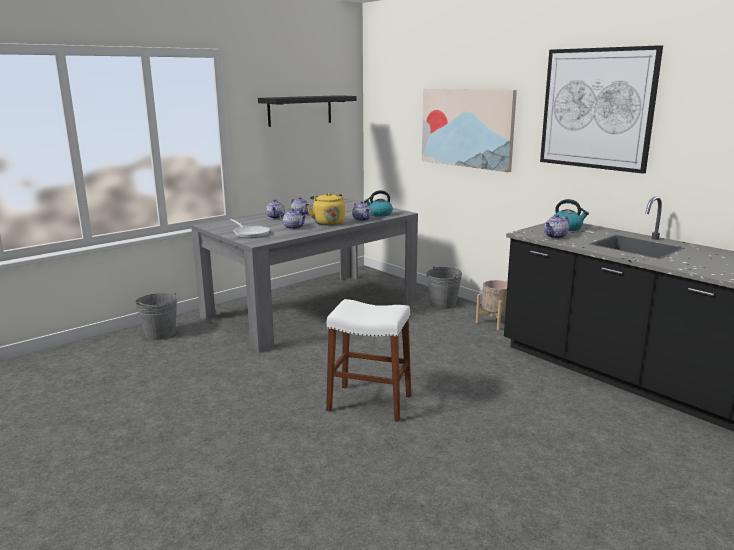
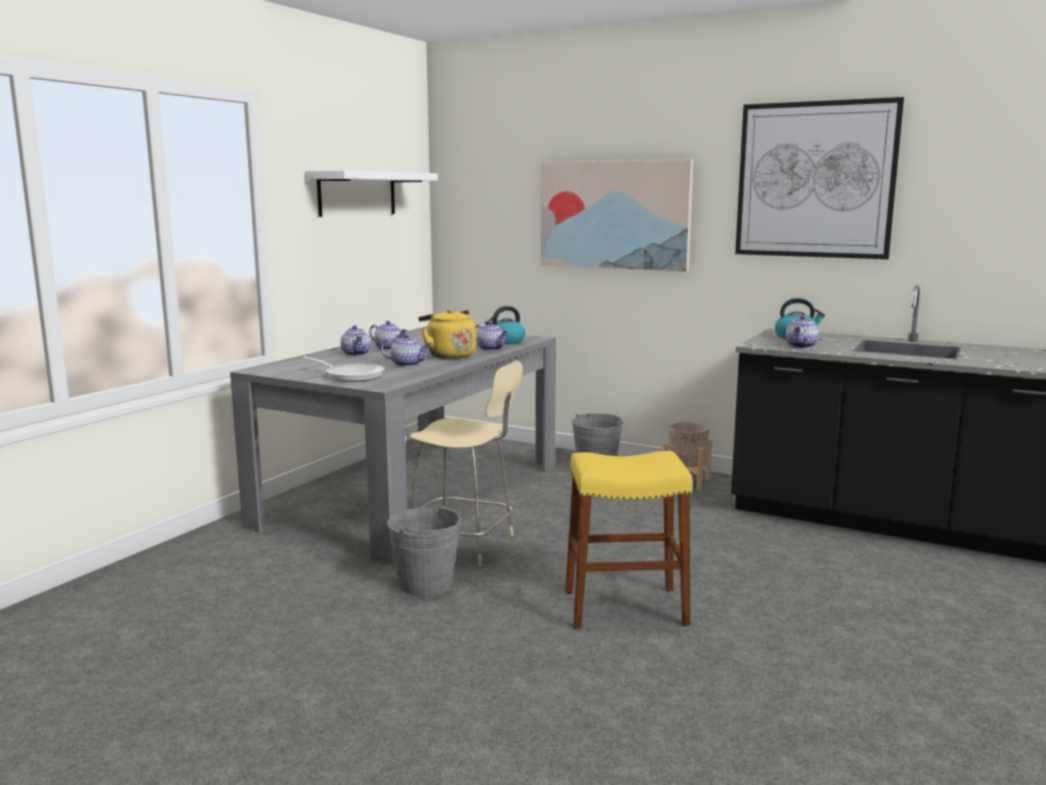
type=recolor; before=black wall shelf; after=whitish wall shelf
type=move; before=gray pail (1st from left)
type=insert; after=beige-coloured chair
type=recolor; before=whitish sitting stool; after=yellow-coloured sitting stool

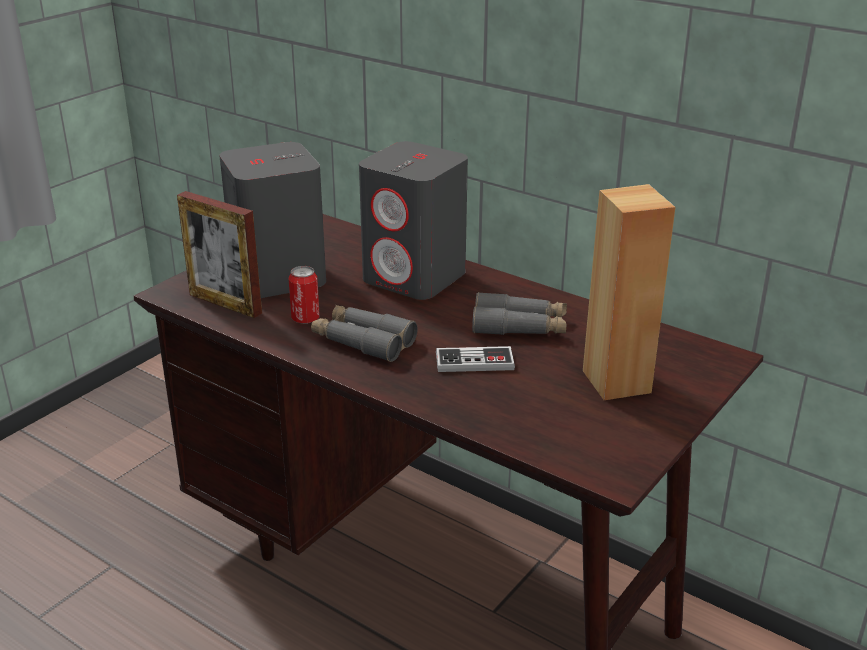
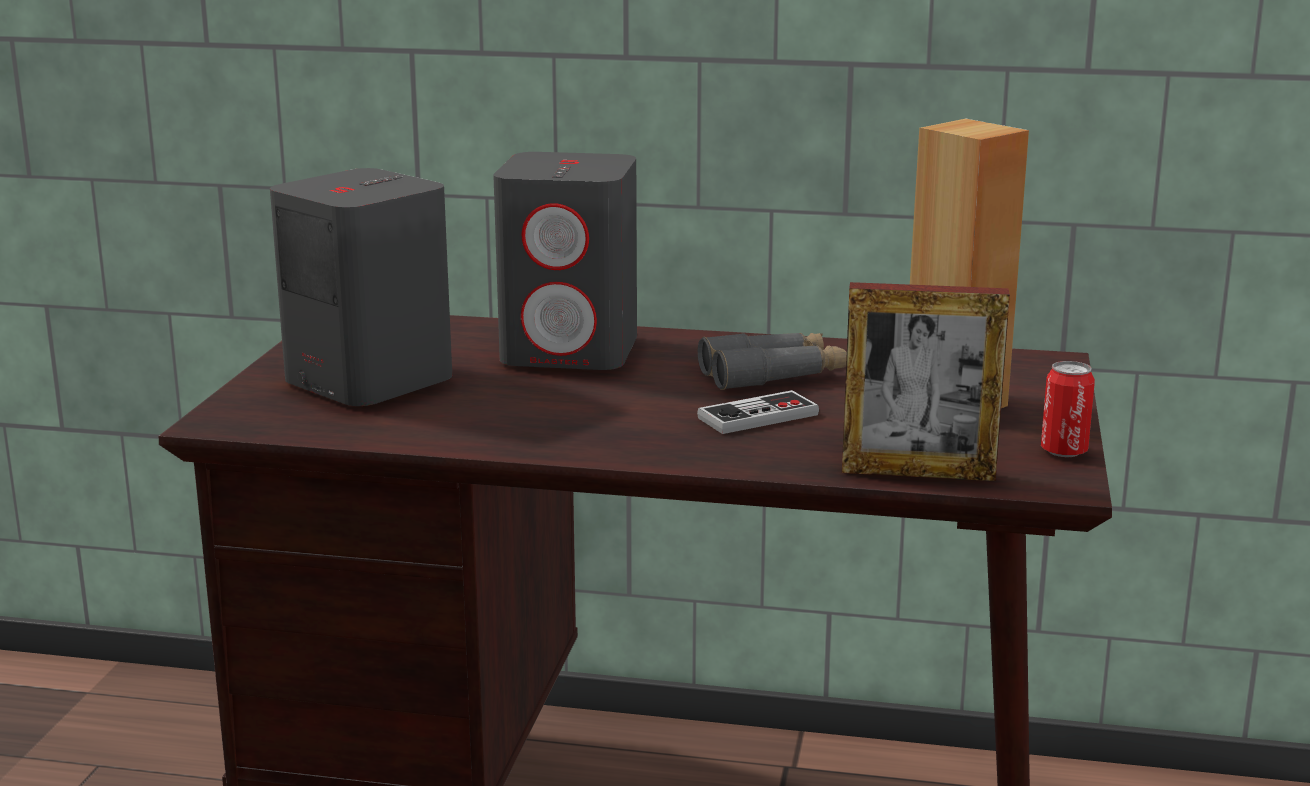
type=move; before=photo frame
type=move; before=sealed can
type=delete; before=gray field glasses (1st from left)

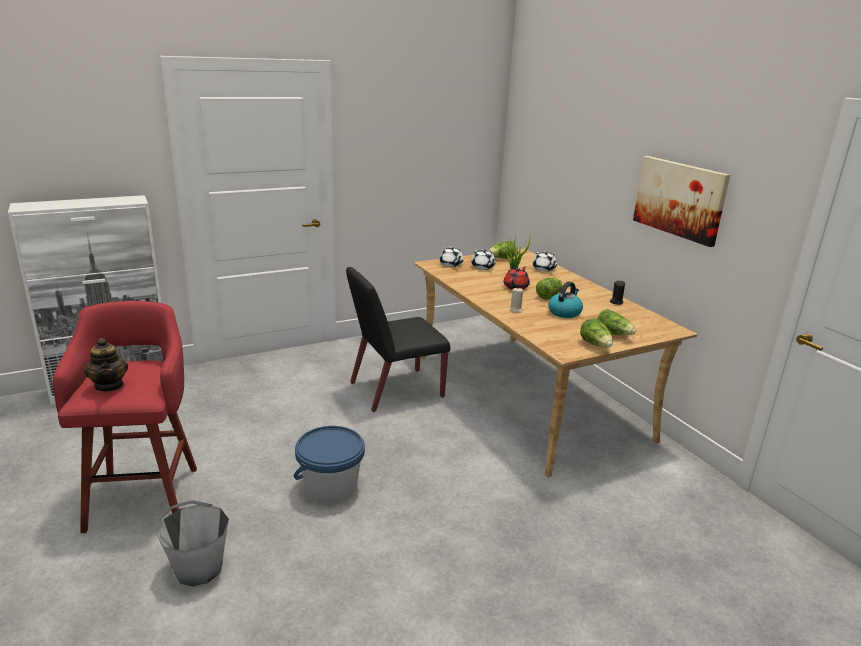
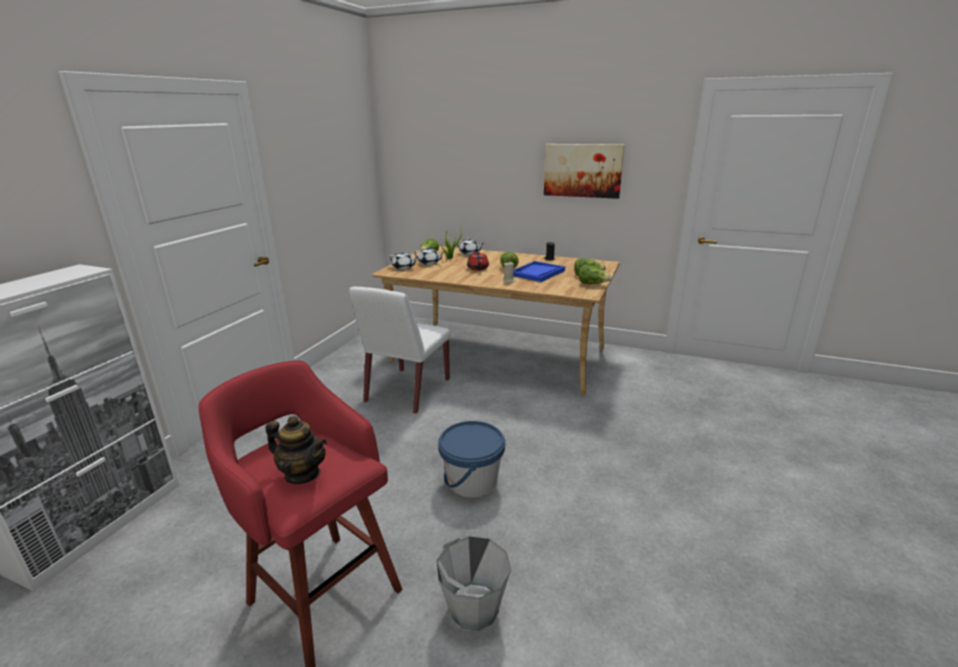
type=recolor; before=black chair; after=whitish chair
type=replace; before=kettle; after=blue-coloured serving tray

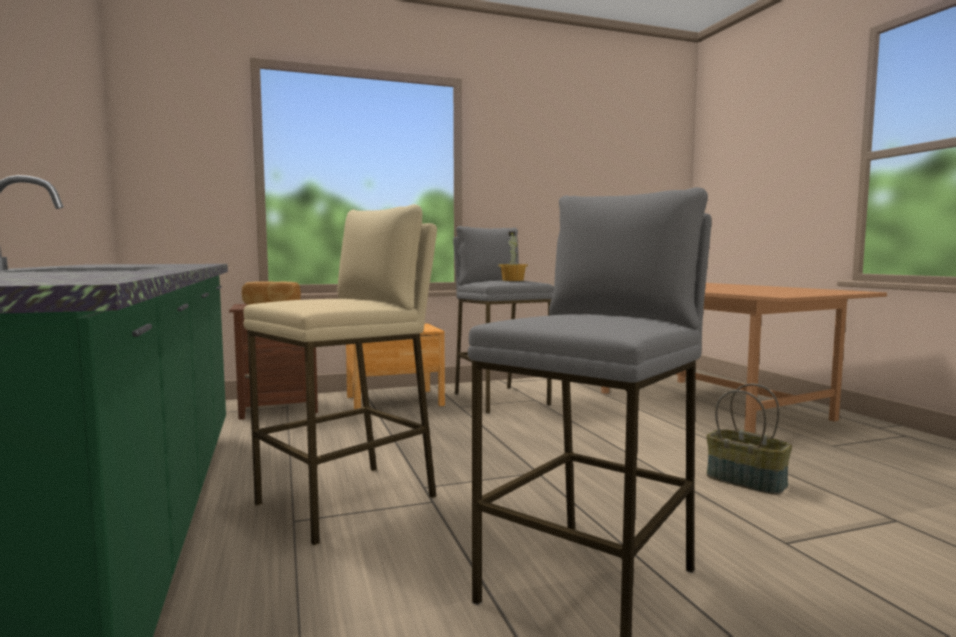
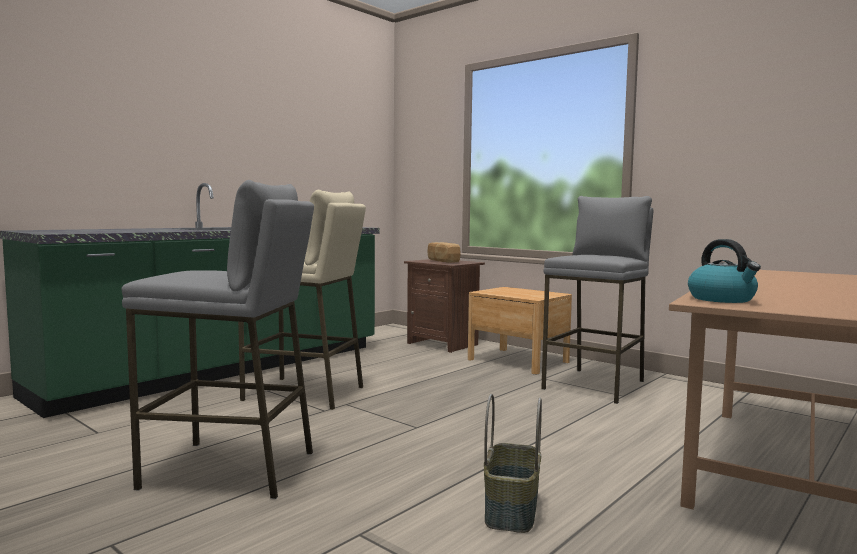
type=insert; after=kettle
type=delete; before=plant in a pot

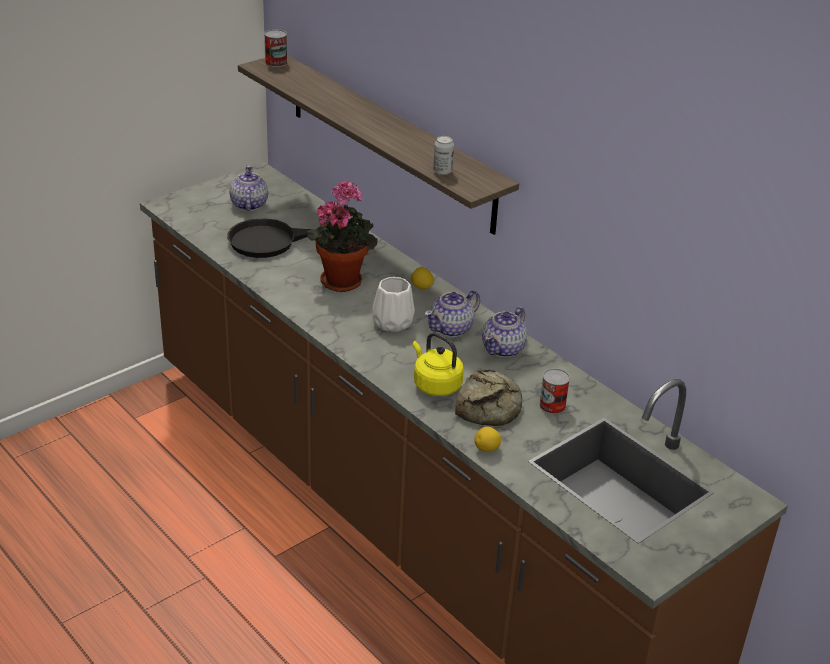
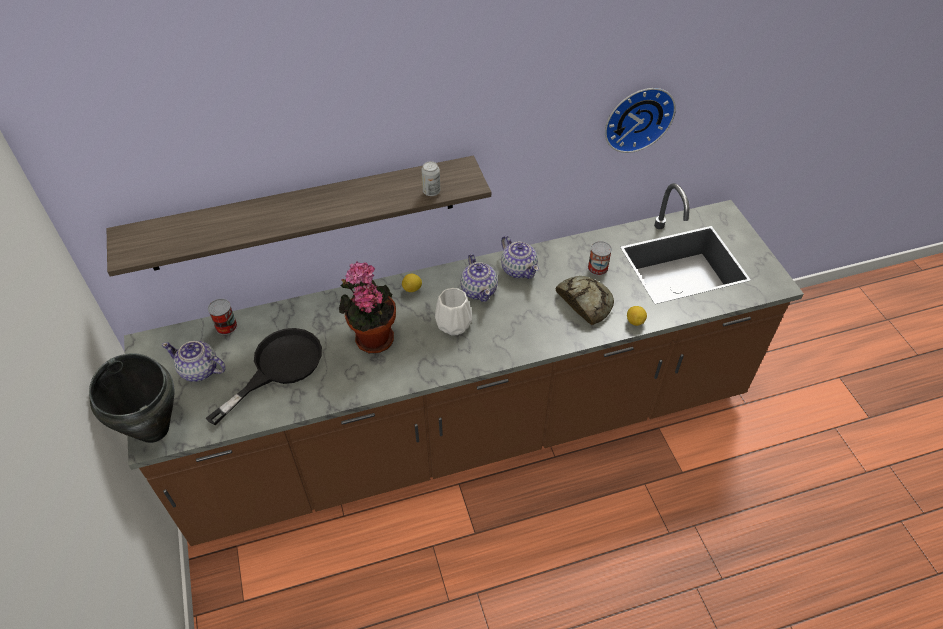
type=insert; after=black saucepot
type=rotate; before=black pan; turn=-150
type=move; before=sealed can (1st from left)
type=insert; after=wall clock
type=delete; before=yellow-coloured kettle

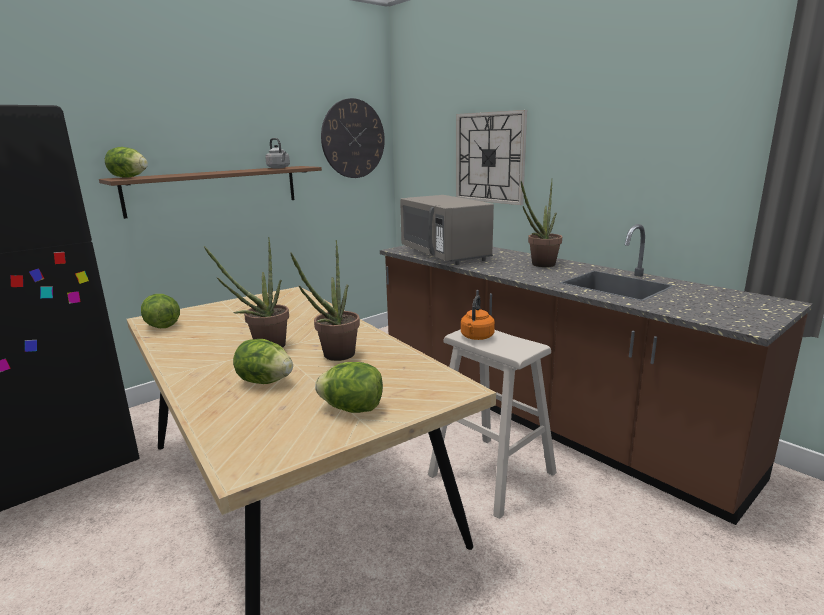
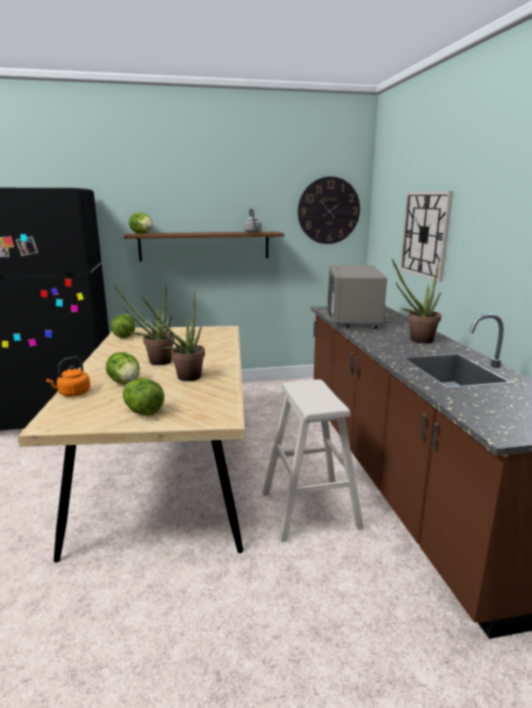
type=move; before=orange-coloured kettle

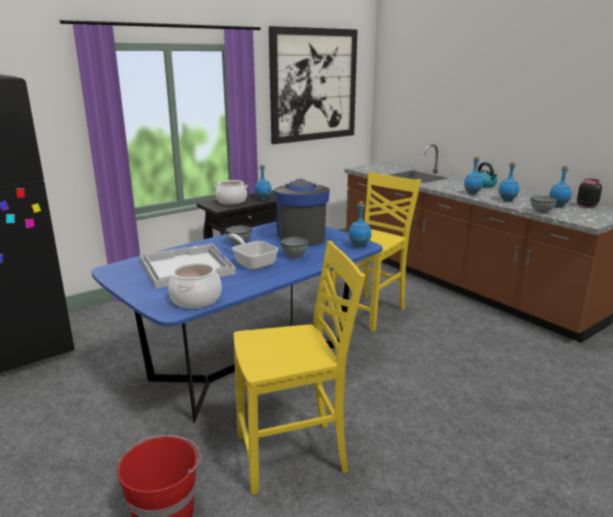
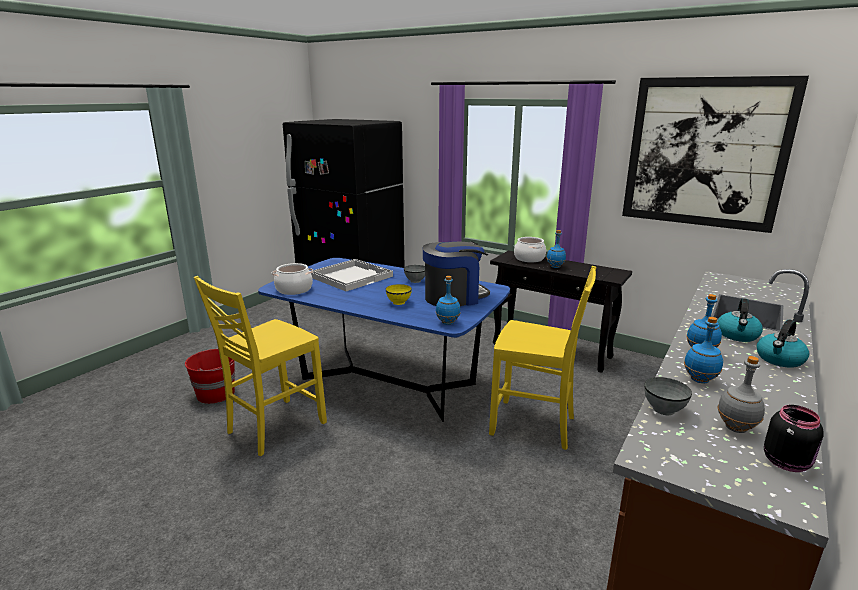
type=rotate; before=yellow-coloured chair (1st from left); turn=75
type=recolor; before=gray deep dish (2nd from left); after=yellow-coloured deep dish
type=insert; after=kettle (1st from left)
type=recolor; before=blue-coloured beverage bottle (5th from left); after=gray beverage bottle
type=delete; before=pan

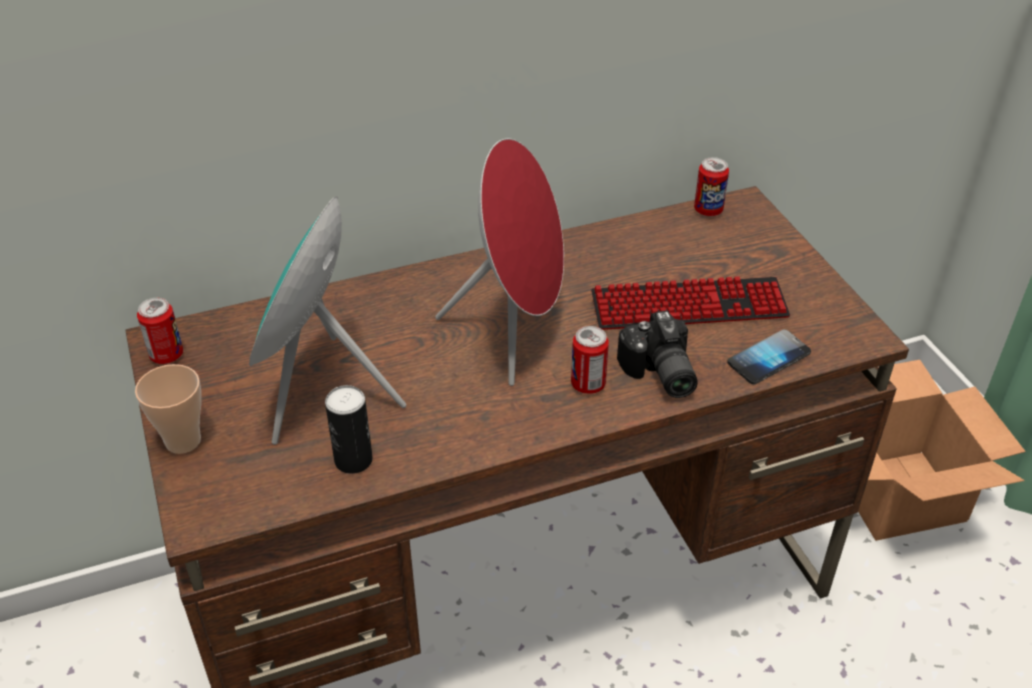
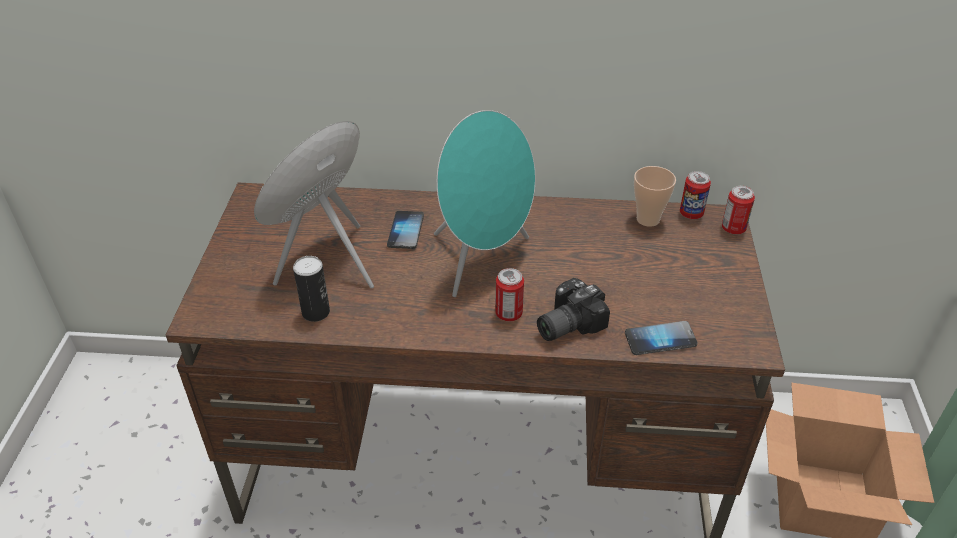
type=insert; after=telephone (1st from left)
type=recolor; before=red loudspeaker; after=blue-green loudspeaker (2nd from left)
type=rotate; before=photo camera; turn=45
type=move; before=cup
type=move; before=sealed can (1st from left in the first image); after=sealed can (4th from left)
type=delete; before=keyboard

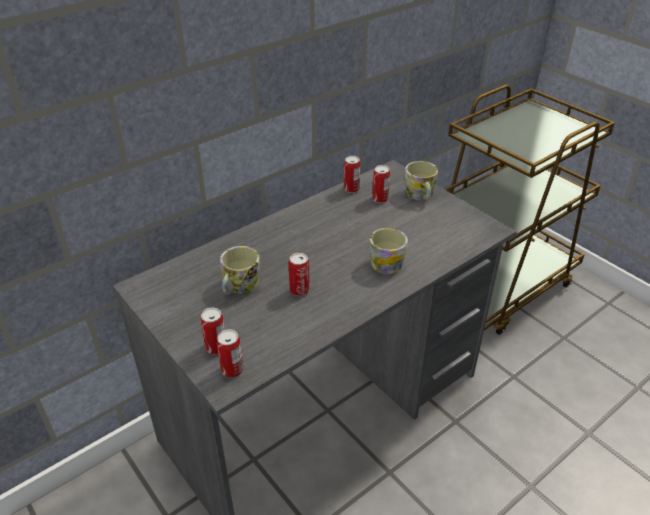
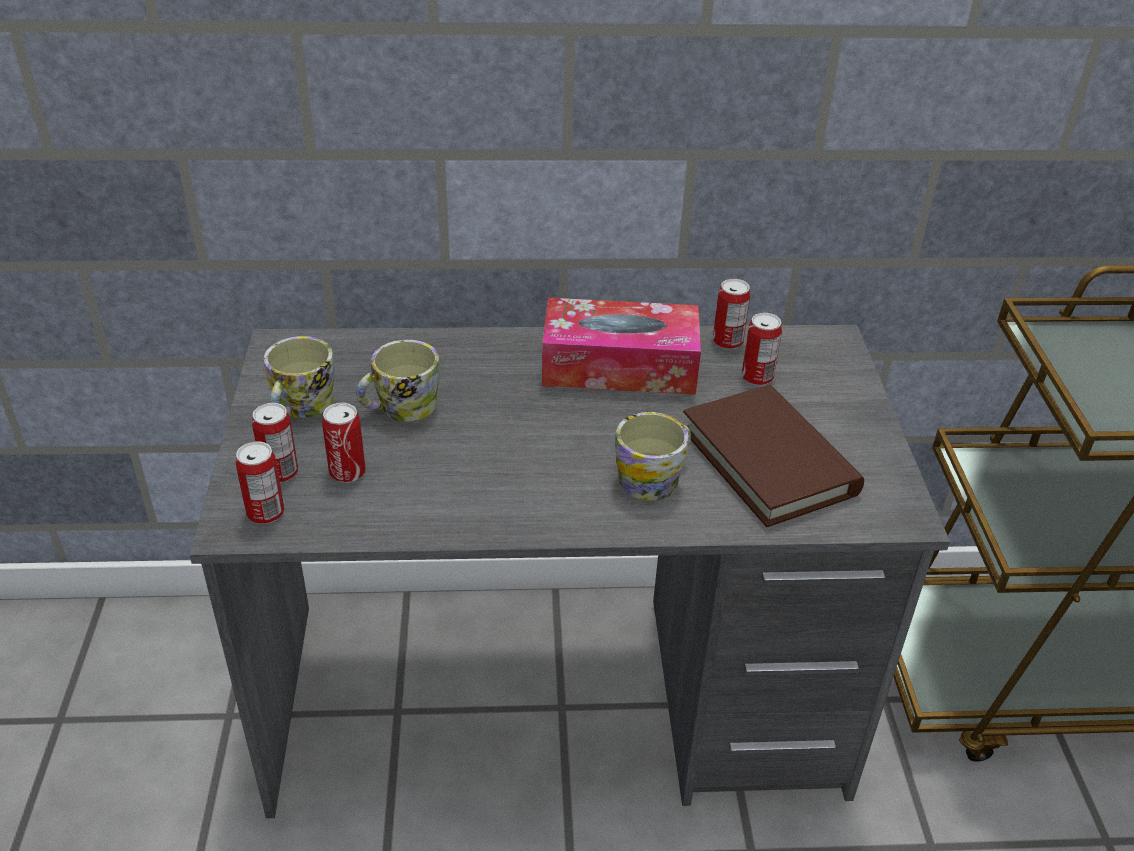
type=move; before=mug (3rd from left in the first image); after=mug (1st from left)
type=move; before=sealed can (3rd from left)
type=insert; after=tissue box
type=insert; after=brown bound book

